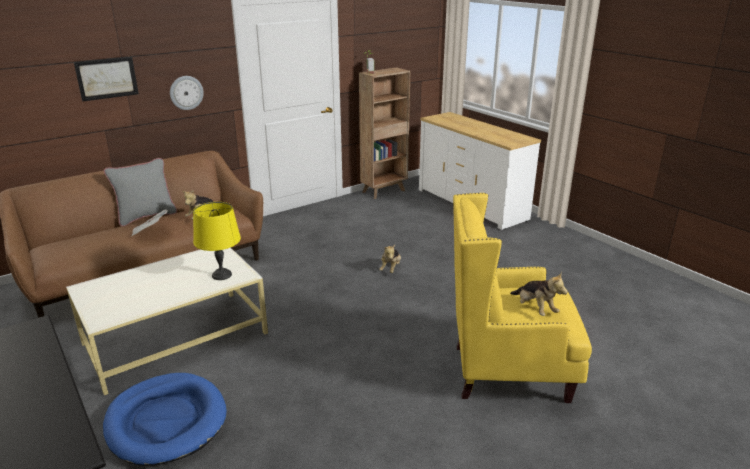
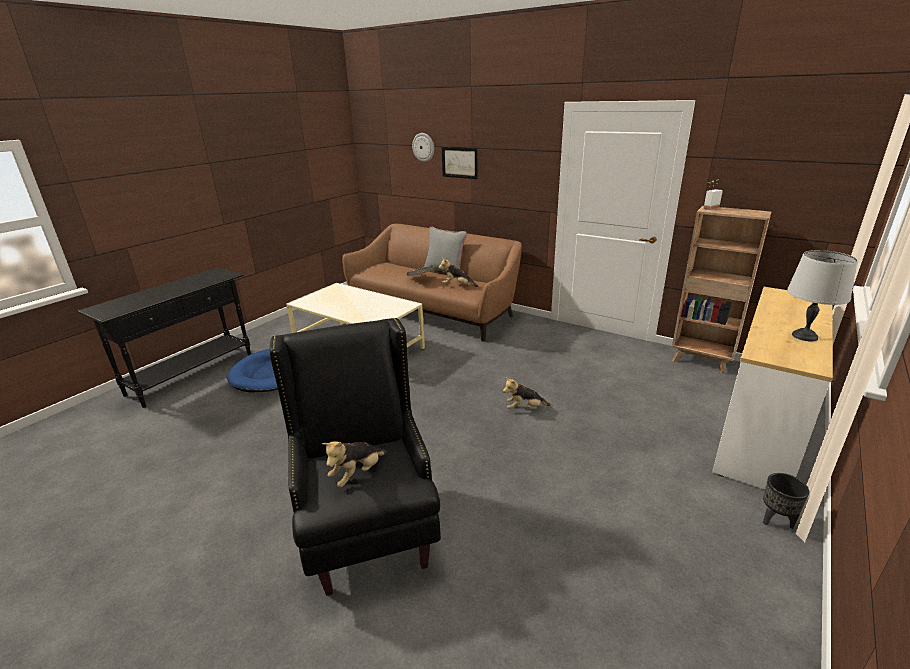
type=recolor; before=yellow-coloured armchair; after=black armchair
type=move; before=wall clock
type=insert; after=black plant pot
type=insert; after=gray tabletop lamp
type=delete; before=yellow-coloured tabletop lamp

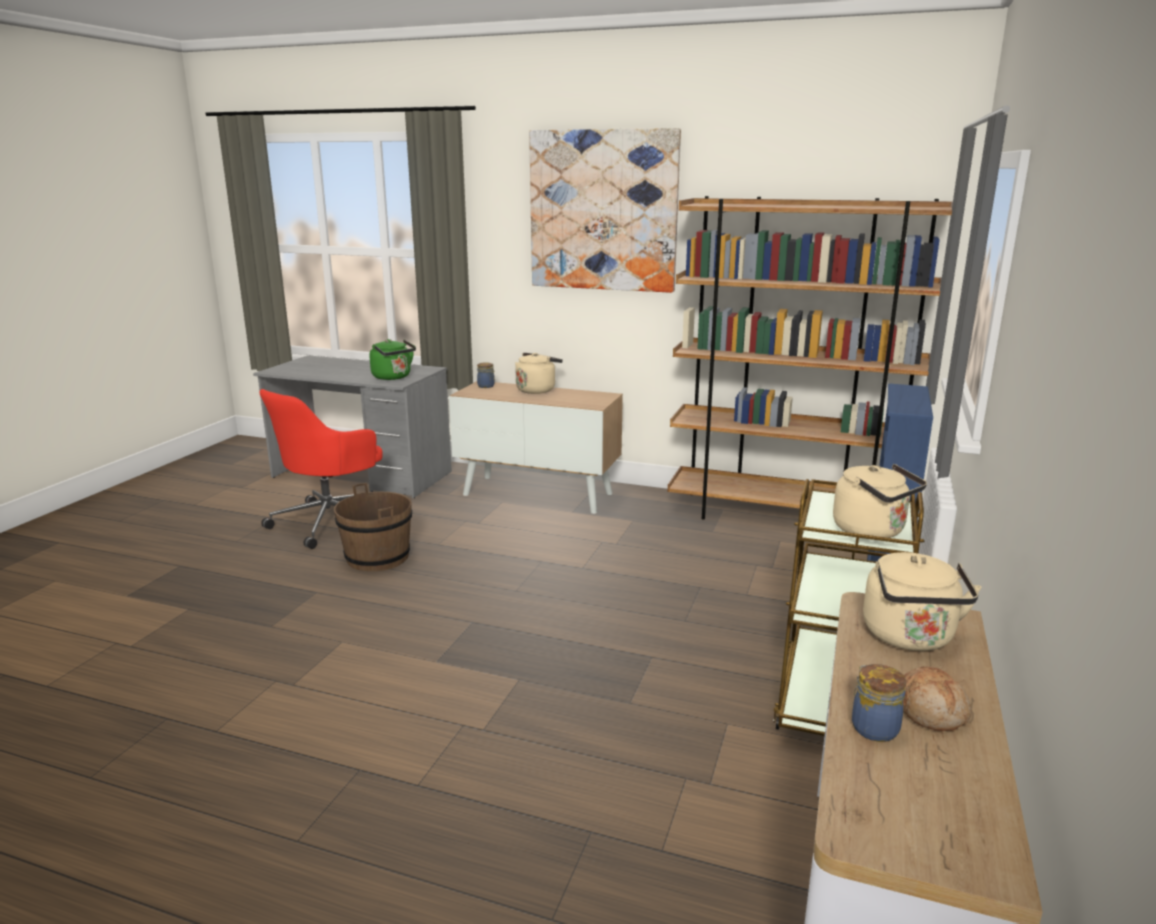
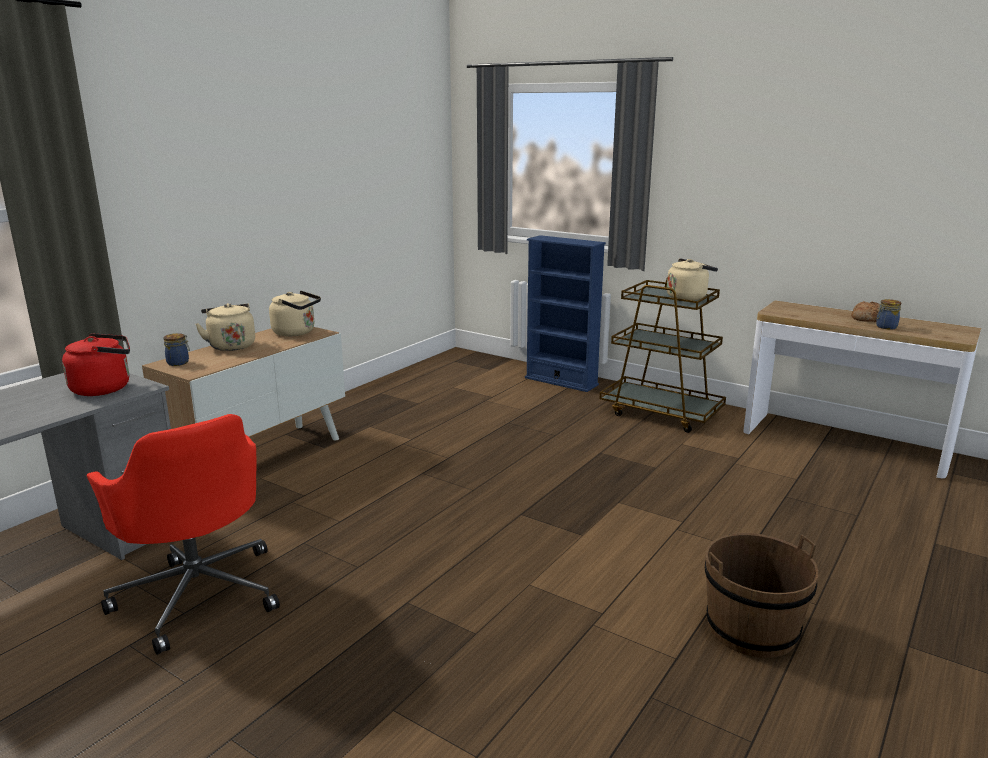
type=recolor; before=green kettle; after=red kettle
type=move; before=beige-coloured kettle (3rd from left in the first image); after=beige-coloured kettle (2nd from left)
type=move; before=brown pail
type=delete; before=wall picture
type=delete; before=brown bookcase

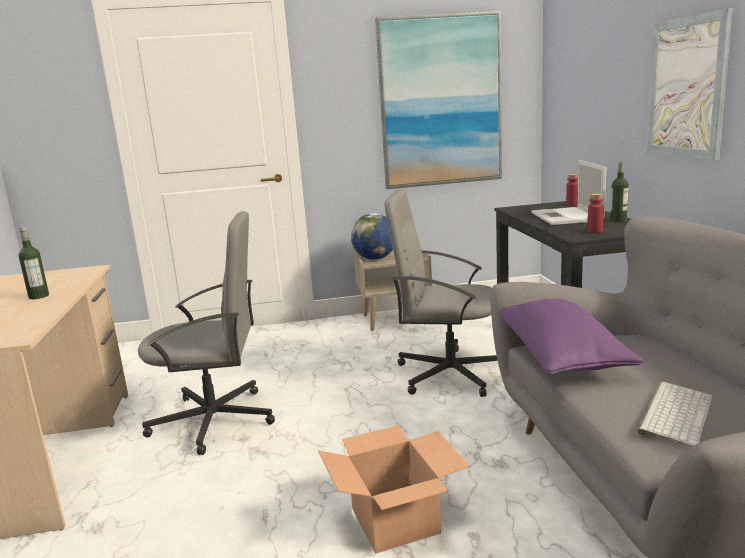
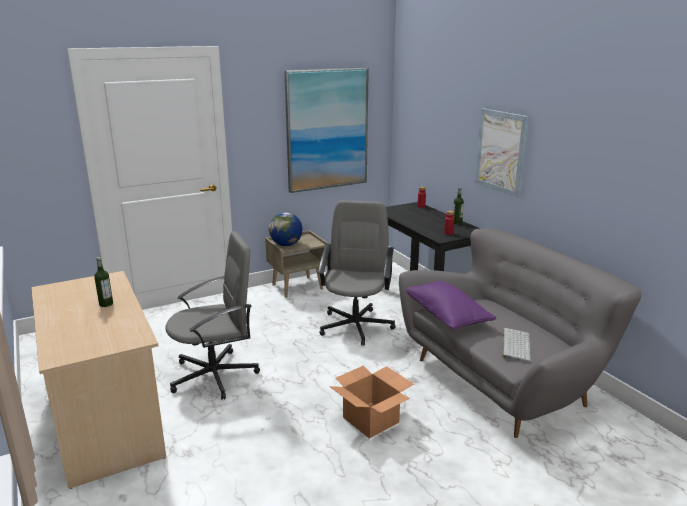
type=rotate; before=gray desk chair (2nd from left); turn=105
type=delete; before=laptop

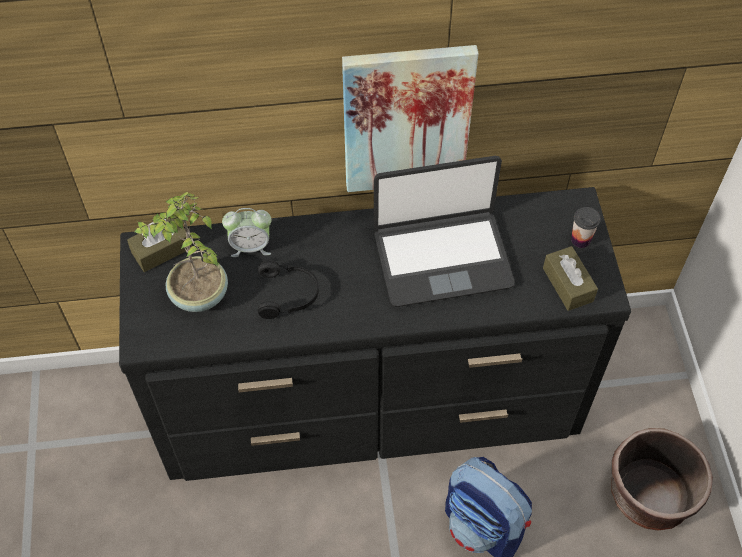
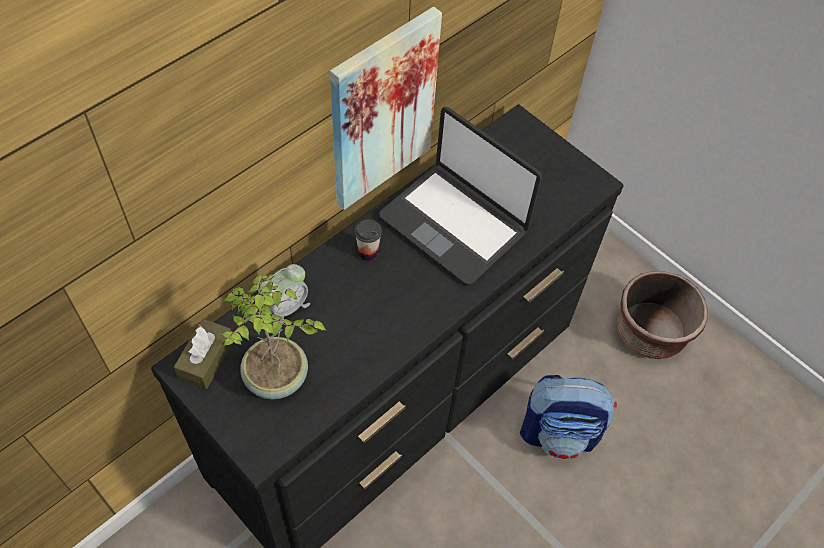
type=move; before=cup
type=rotate; before=laptop; turn=90
type=delete; before=black headset
type=delete; before=brown tissue box (2nd from left)

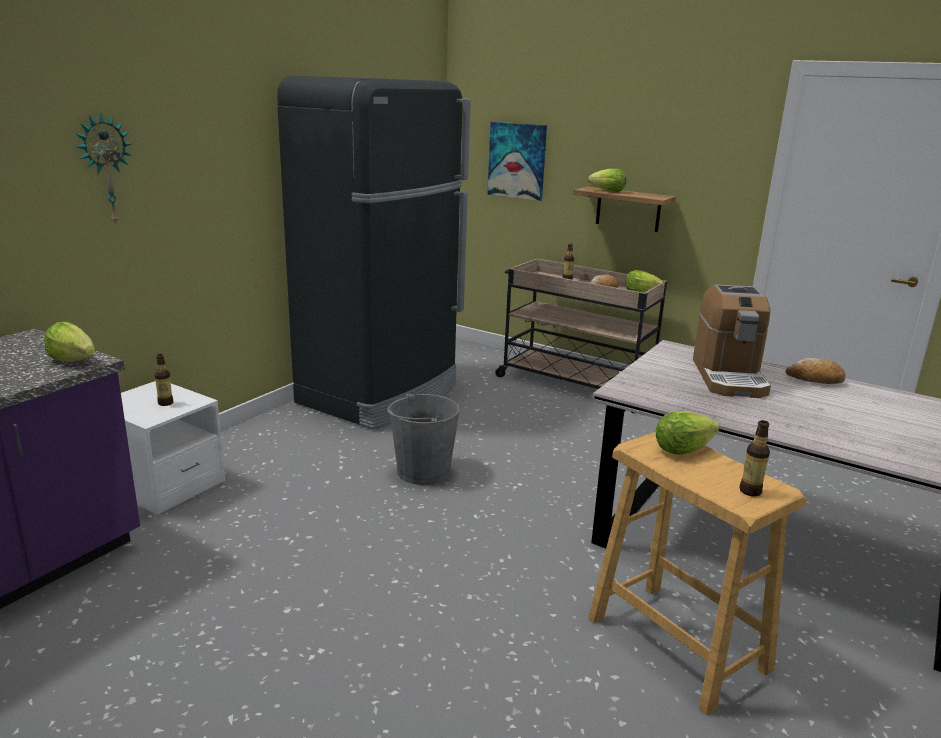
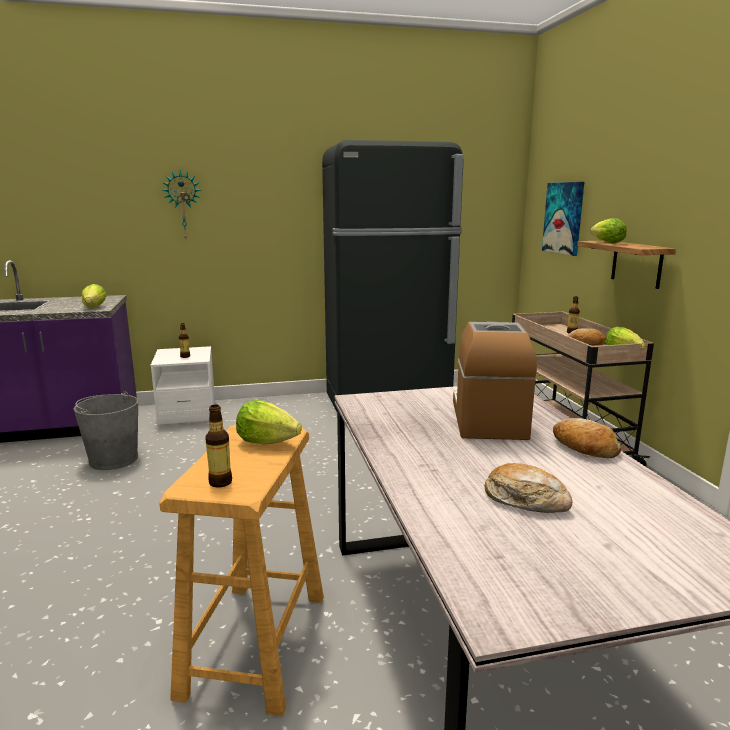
type=move; before=gray pail
type=rotate; before=coffee maker; turn=135
type=insert; after=bakery bread (1st from left)

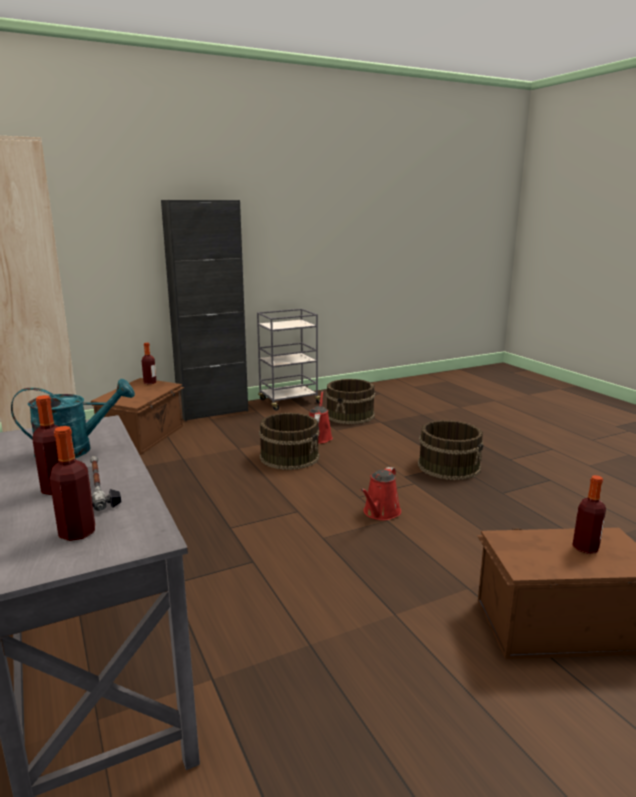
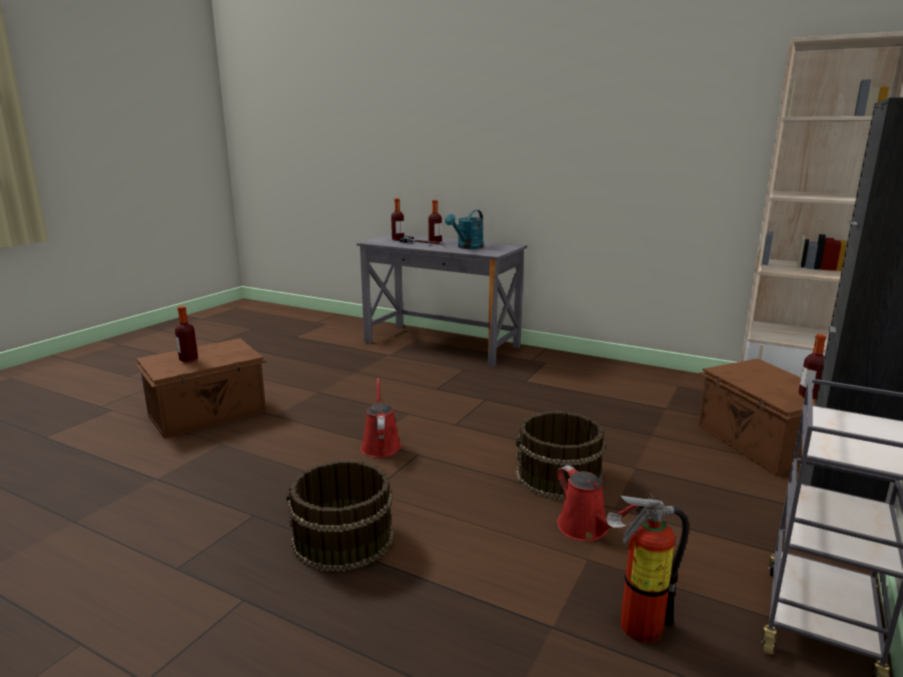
type=replace; before=brown pail (2nd from left); after=extinguisher

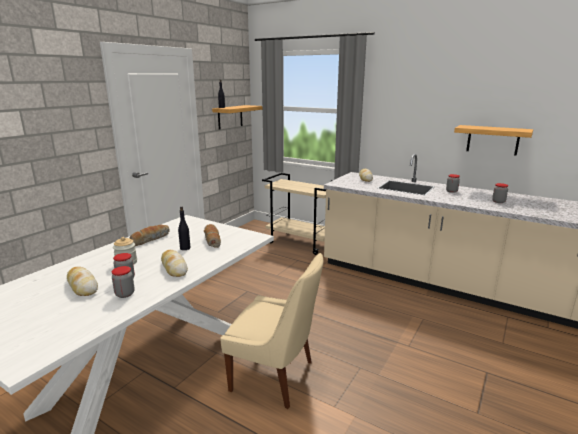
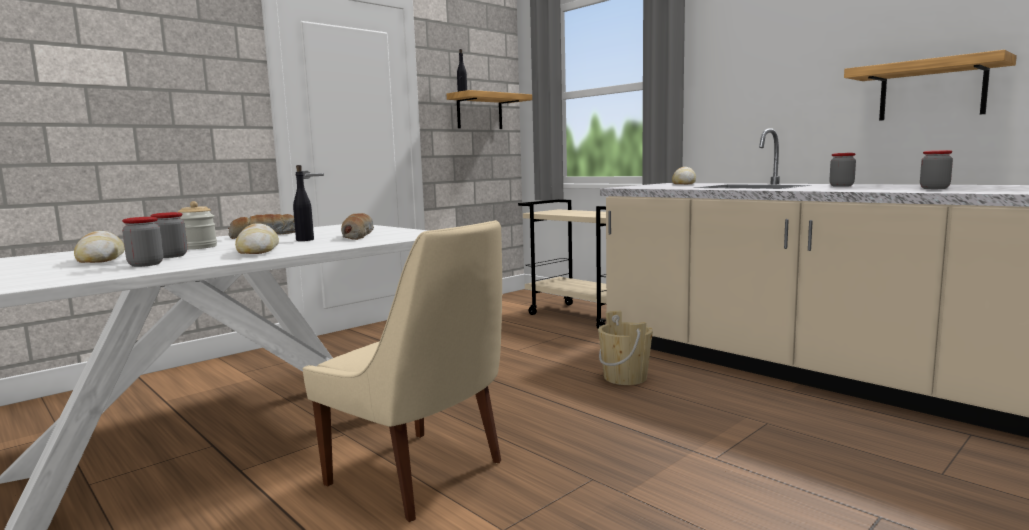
type=insert; after=beige-coloured pail

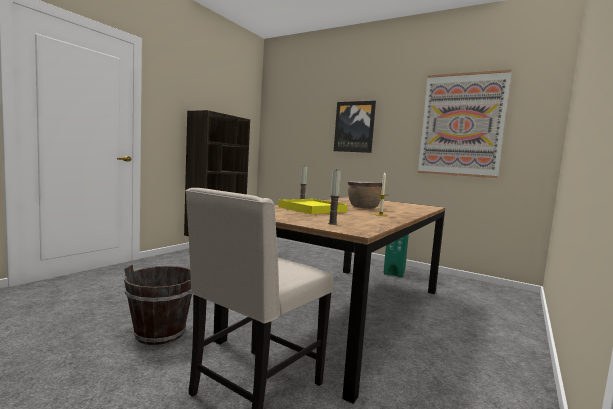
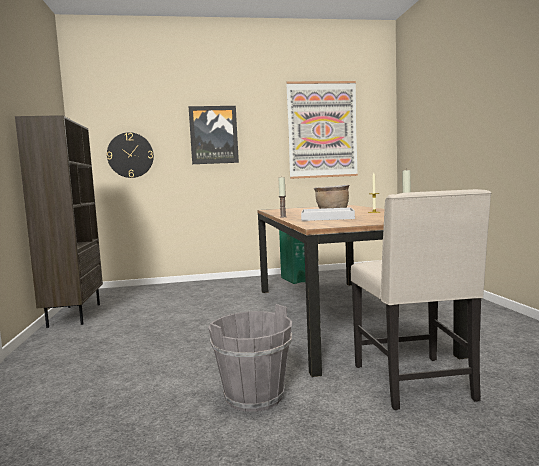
type=insert; after=wall clock
type=recolor; before=brown pail; after=gray pail
type=recolor; before=yellow-coloured serving tray; after=whitish serving tray

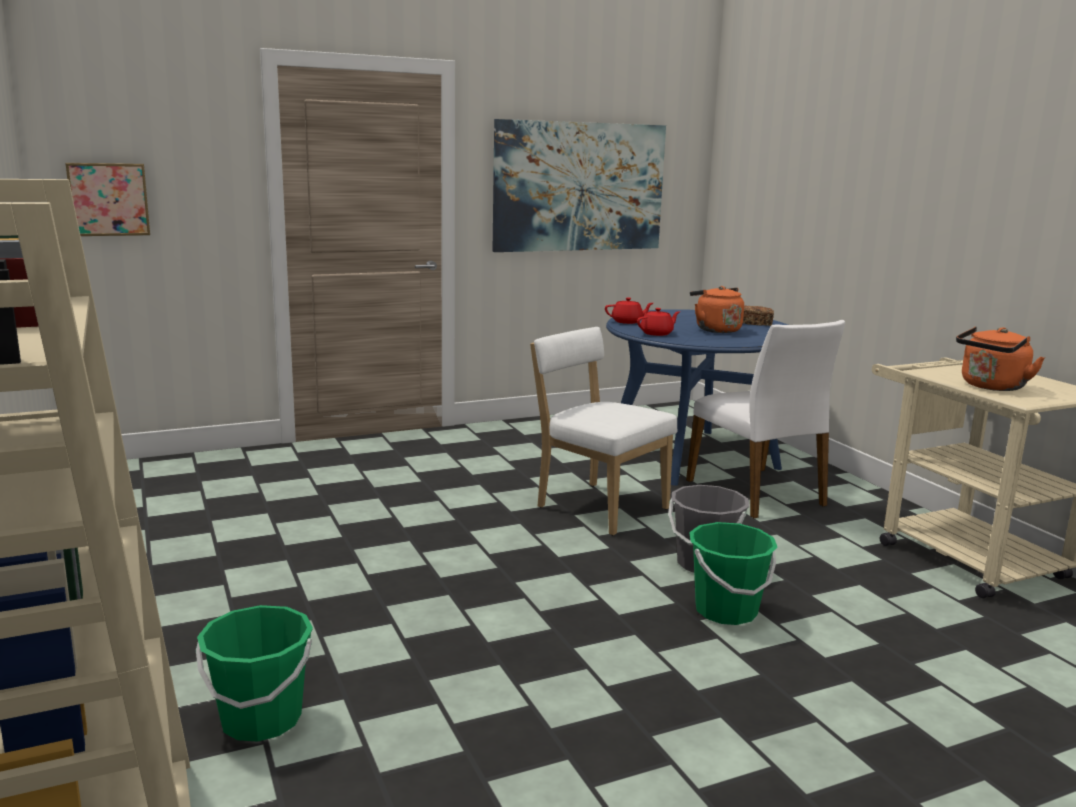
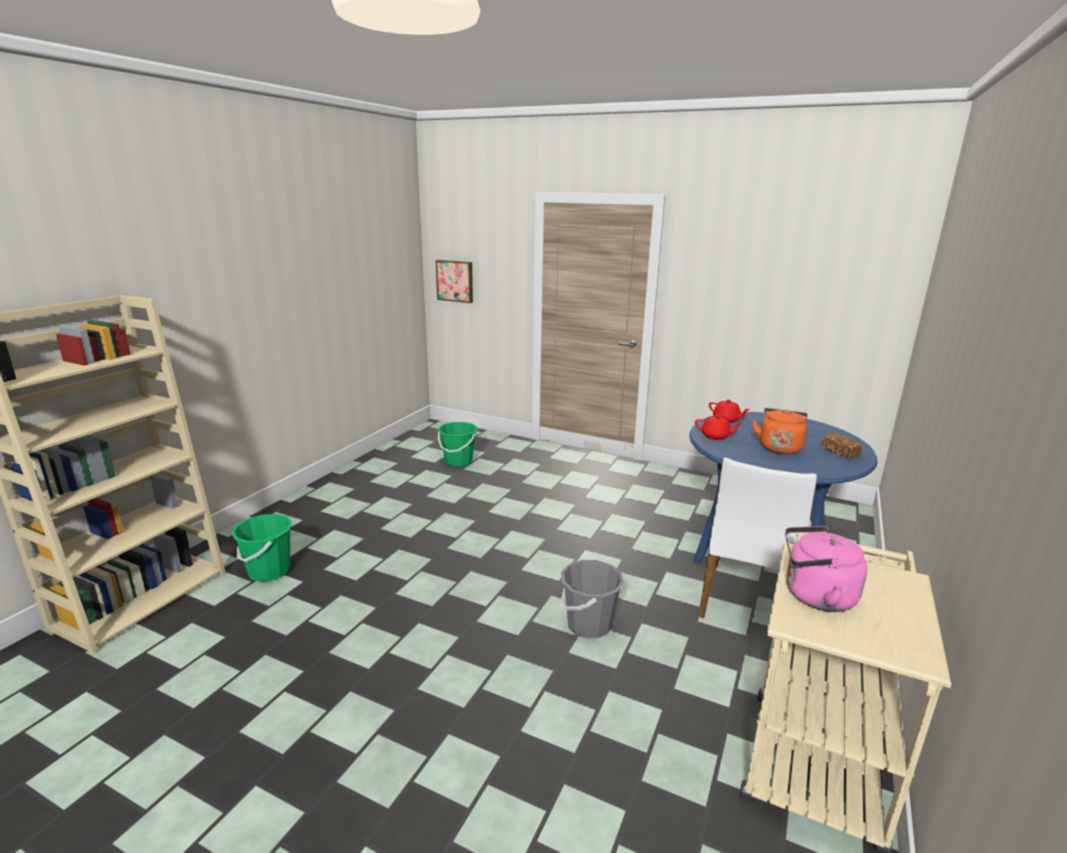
type=move; before=green pail (2nd from left)
type=recolor; before=orange-coloured kettle (2nd from left); after=pink-coloured kettle
type=delete; before=wall picture (2nd from left)
type=delete; before=whitish chair (1st from left)

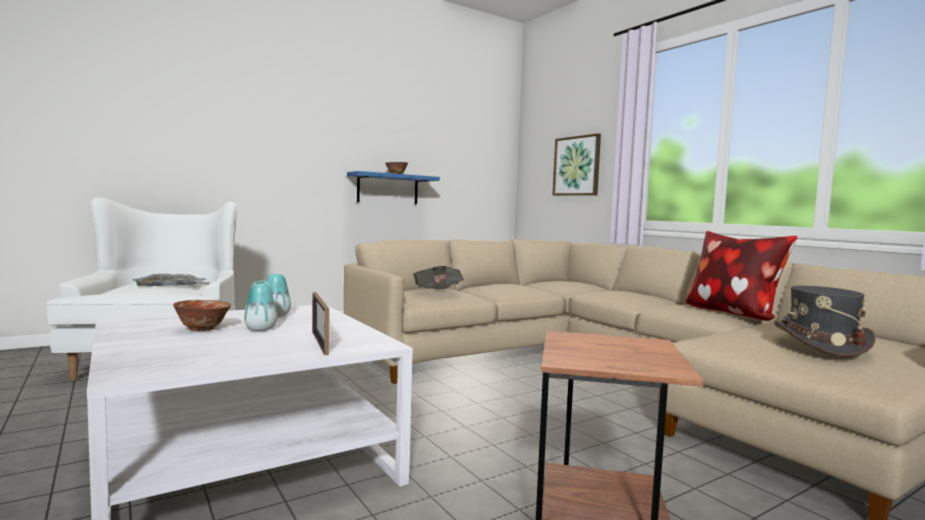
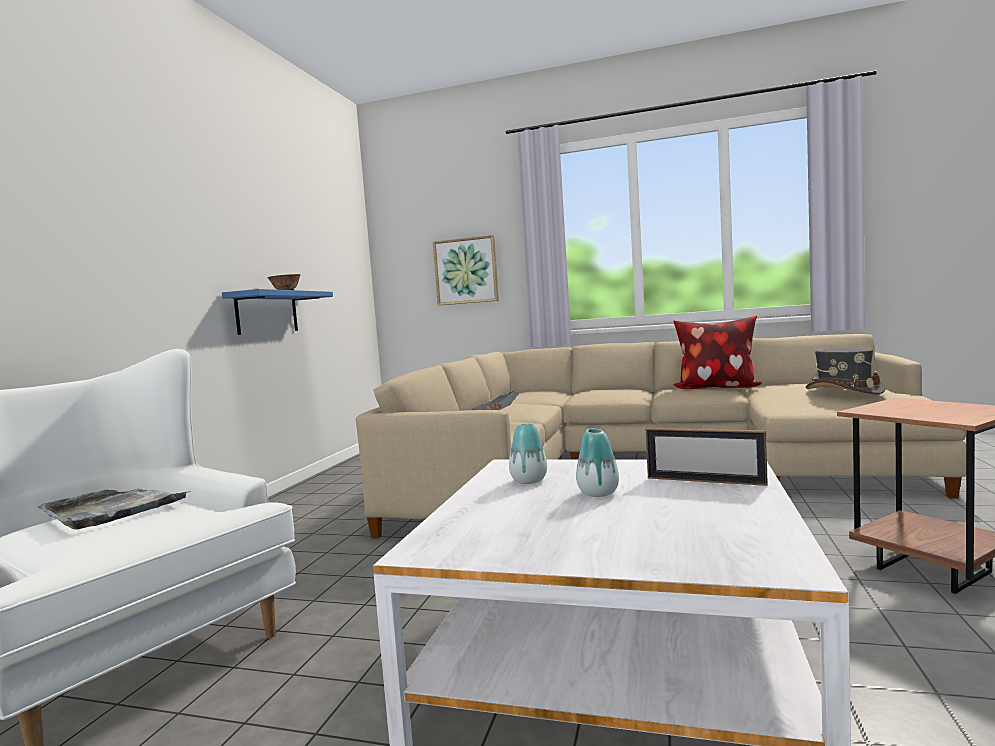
type=delete; before=deep dish (1st from left)

